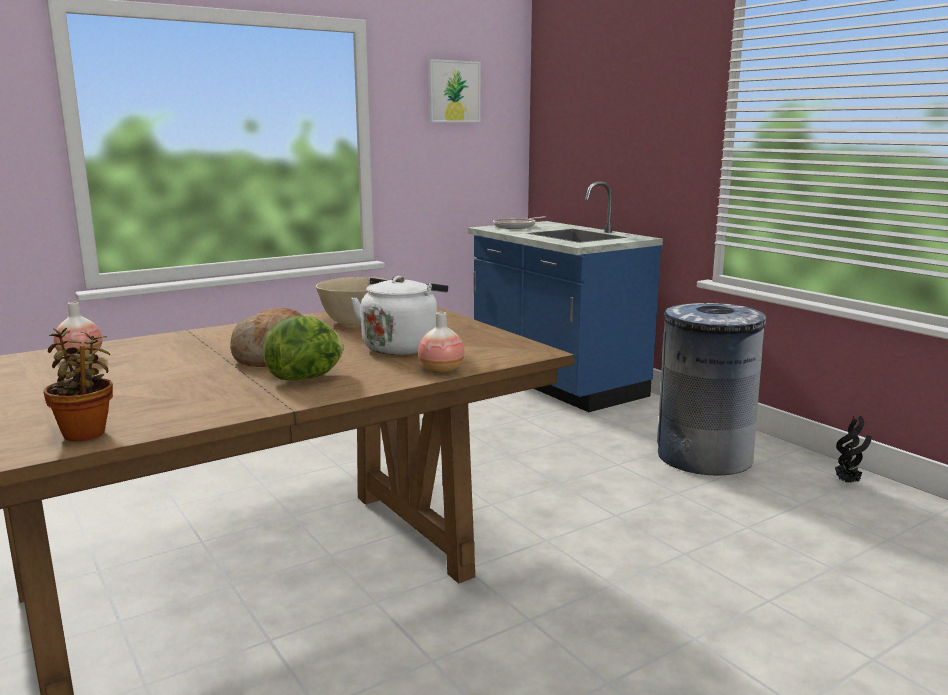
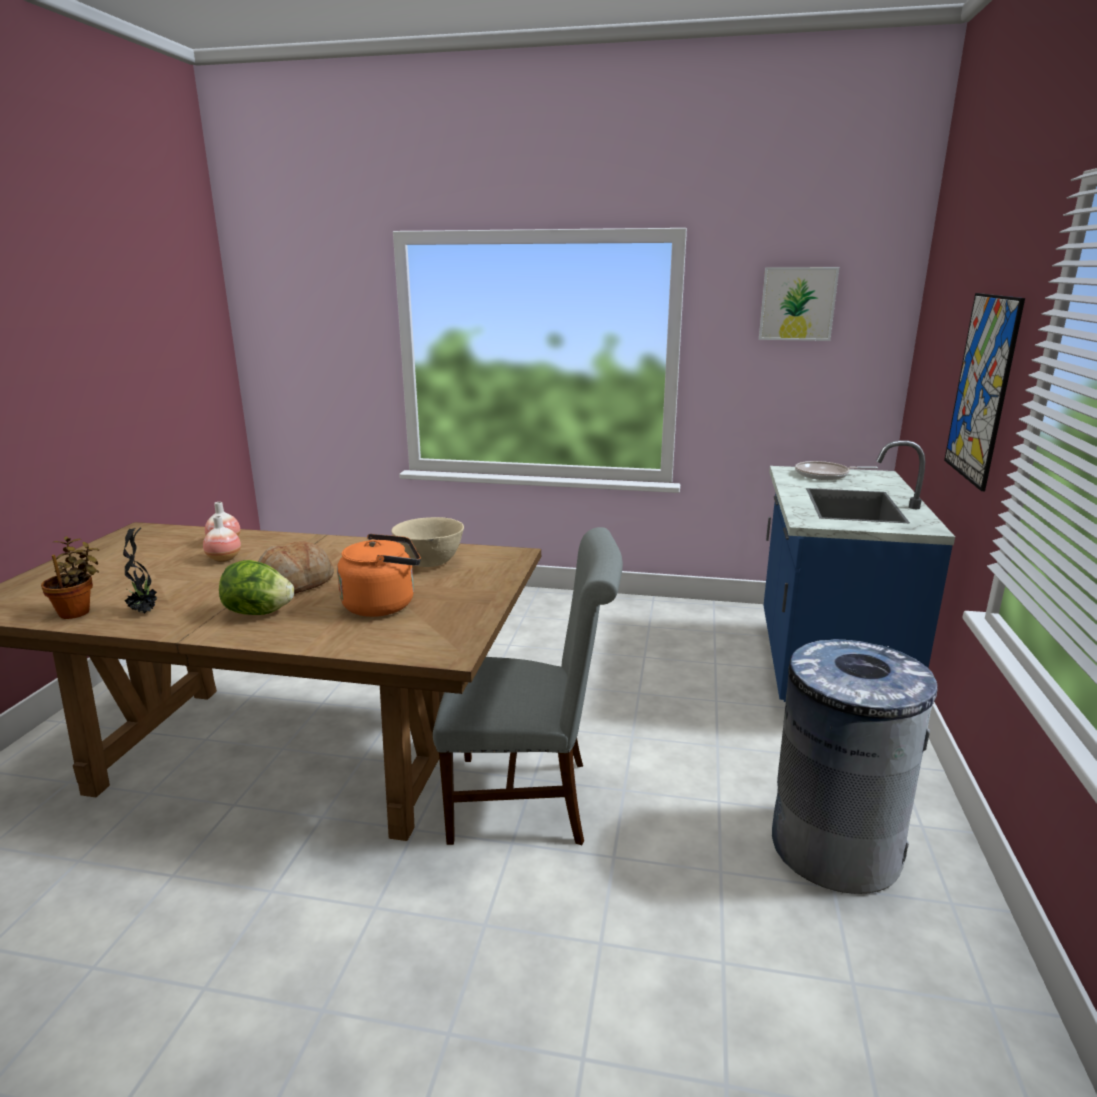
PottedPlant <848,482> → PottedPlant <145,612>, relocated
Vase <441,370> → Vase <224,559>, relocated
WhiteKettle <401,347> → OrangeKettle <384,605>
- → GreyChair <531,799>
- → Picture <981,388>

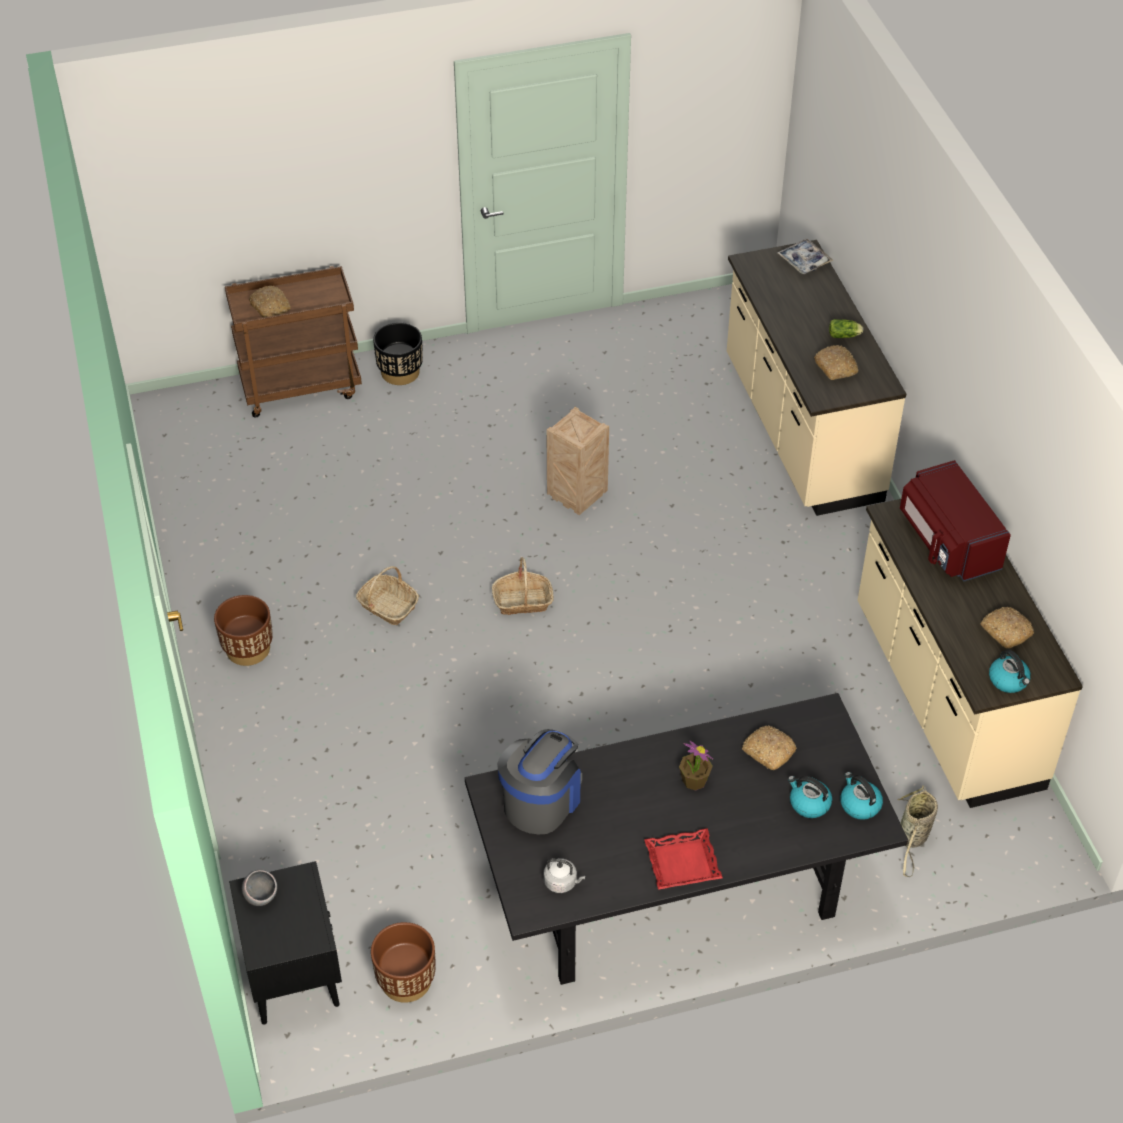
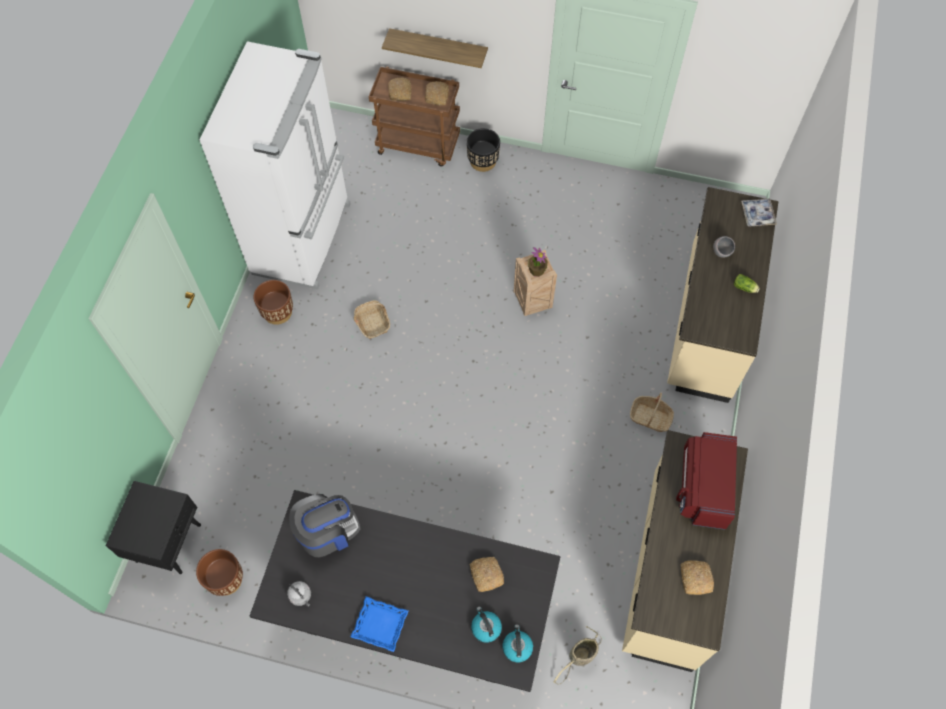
- → WhiteFridge <304,238>
RedTray <682,862> → BlueTray <380,624>
- → Shelf <438,47>
Bread <836,367> → Bread <437,96>, relocated
PottedPlant <694,780> → PottedPlant <536,270>, relocated
Basket <523,601> → Basket <650,417>, relocated
GreyBowl <261,896> → GreyBowl <721,252>, relocated
Kettle <1009,680> → -

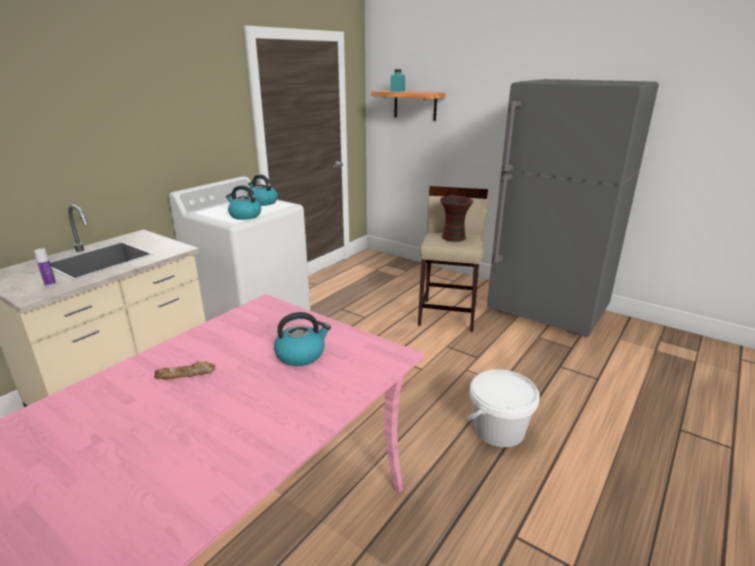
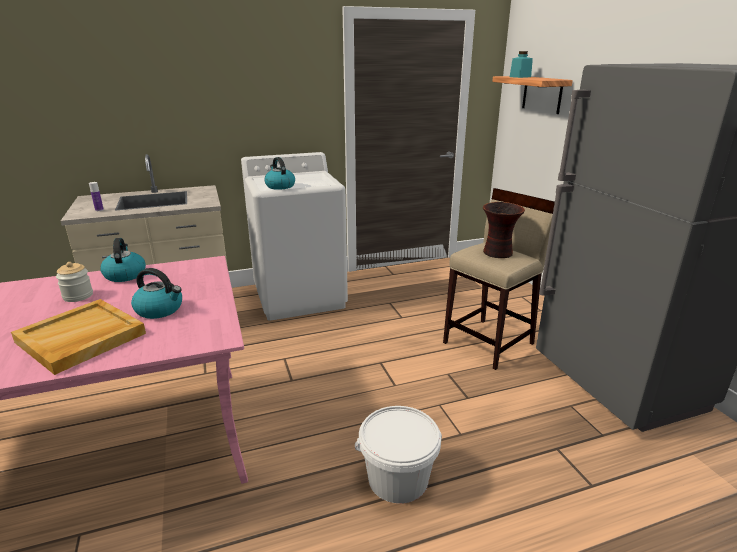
- → BeigeTray <80,338>
Bread <185,375> → Jar <78,296>
Kettle <262,202> → Kettle <125,275>, relocated

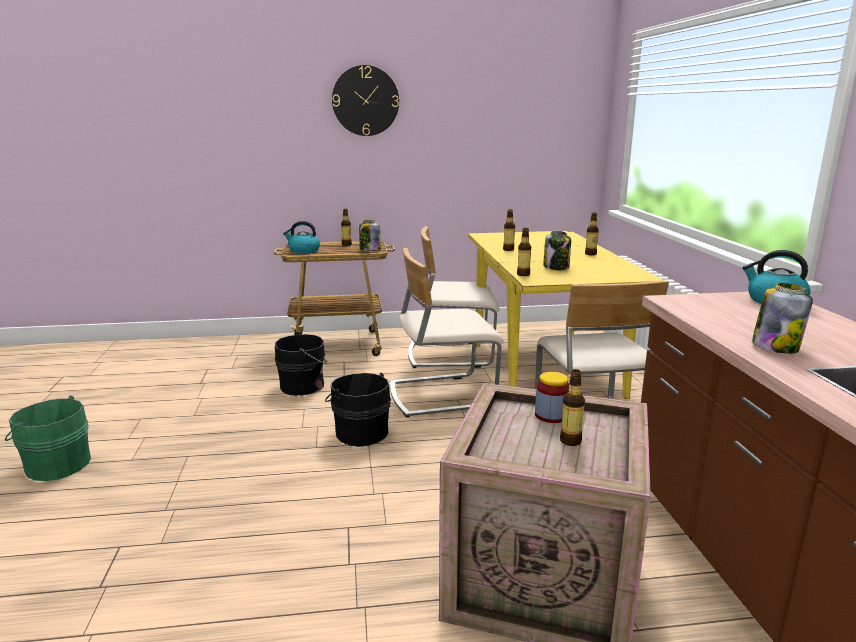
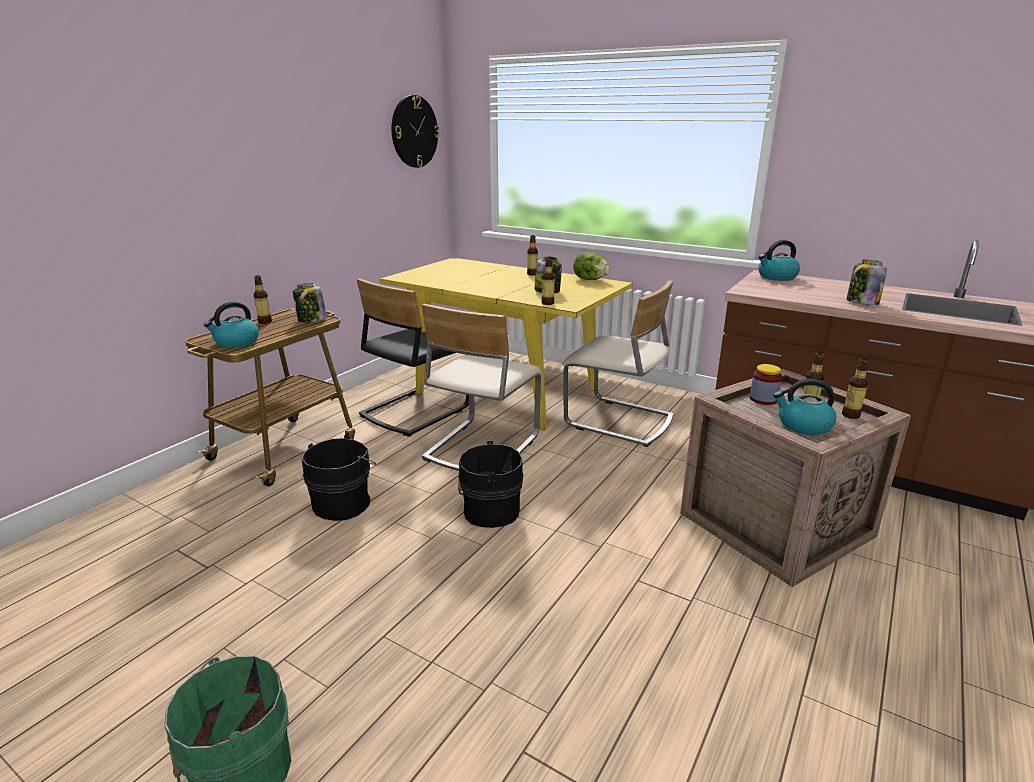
BeigeChair <450,354> → BlackChair <415,411>
WallClock <365,101> → WallClock <414,132>, relocated
- → Lettuce <590,279>
- → Kettle <803,425>
Bottle <508,249> → Bottle <850,415>, relocated

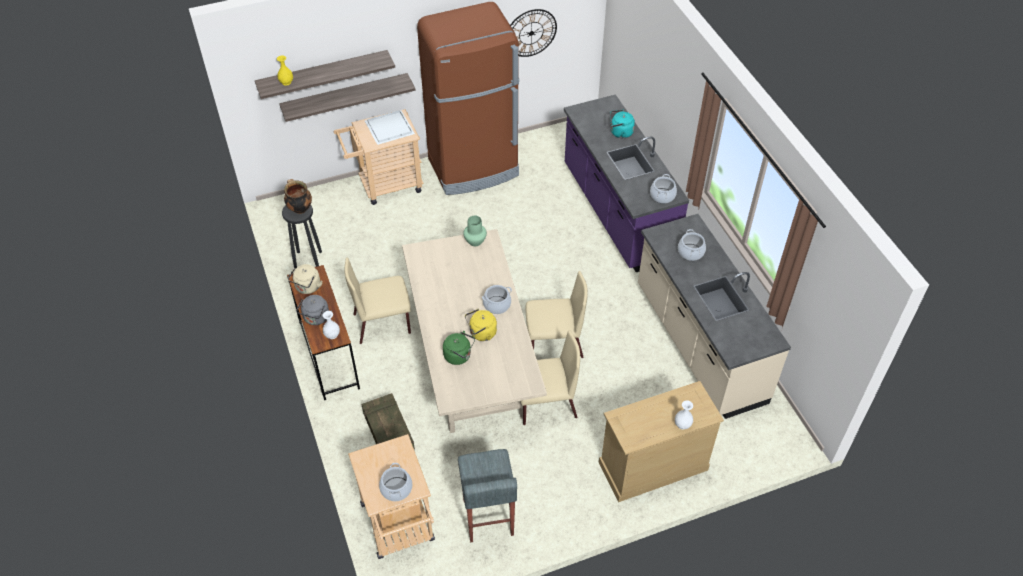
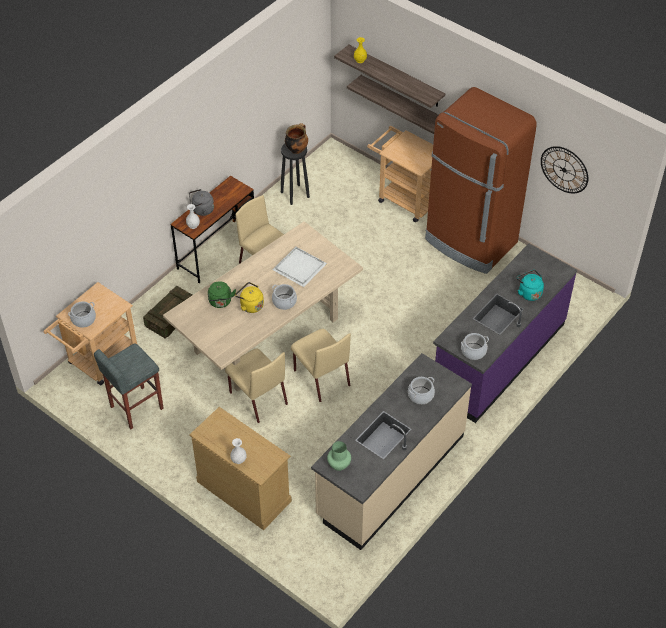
WhiteTray <388,128> → WhiteTray <299,267>, relocated
GreenVase <475,241> → GreenVase <338,465>, relocated
BeigeKettle <307,288> → -

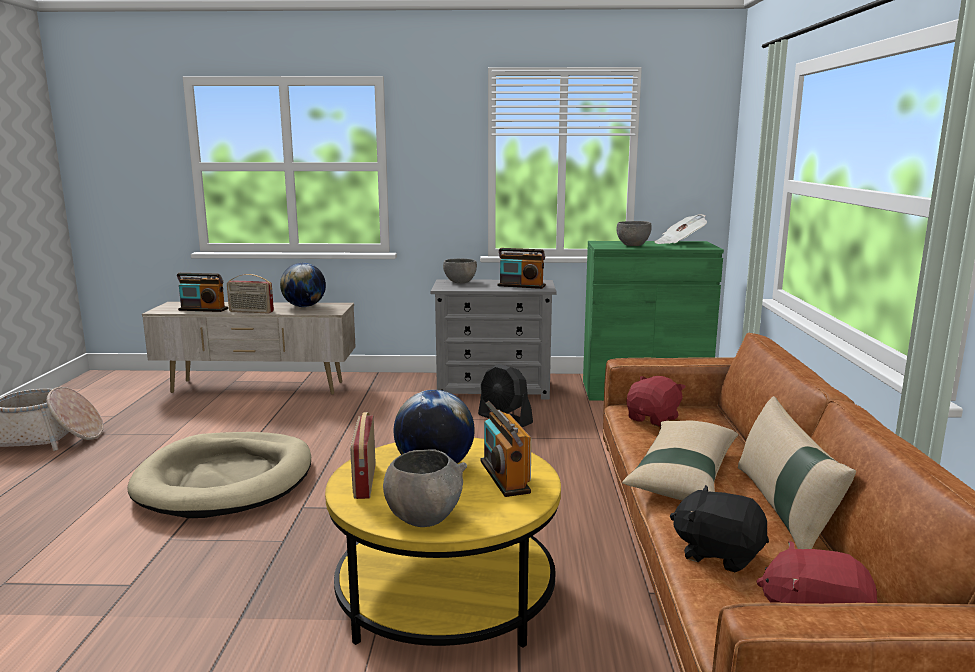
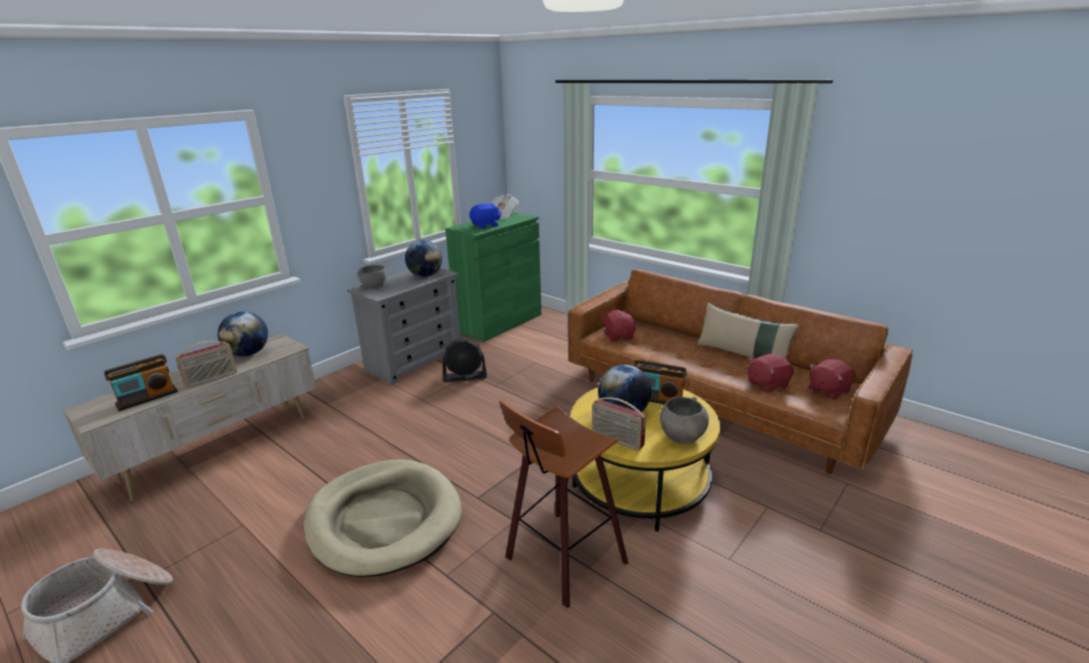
Radio <521,286> → Globe <425,275>
GreyBowl <633,245> → BluePlushToy <486,226>
- → Stool <561,560>
BlackPlushToy <718,553> → RedPlushToy <767,384>
BeigePillow <683,474> → -

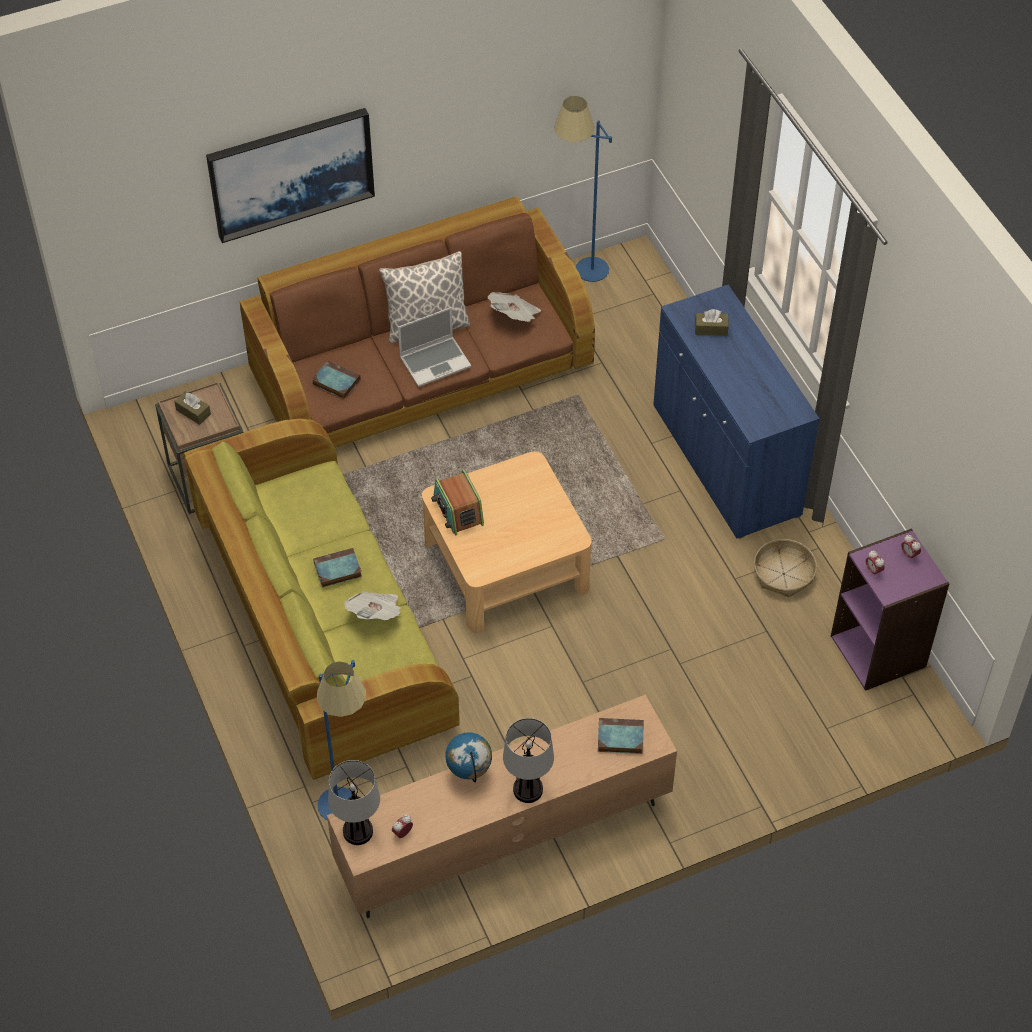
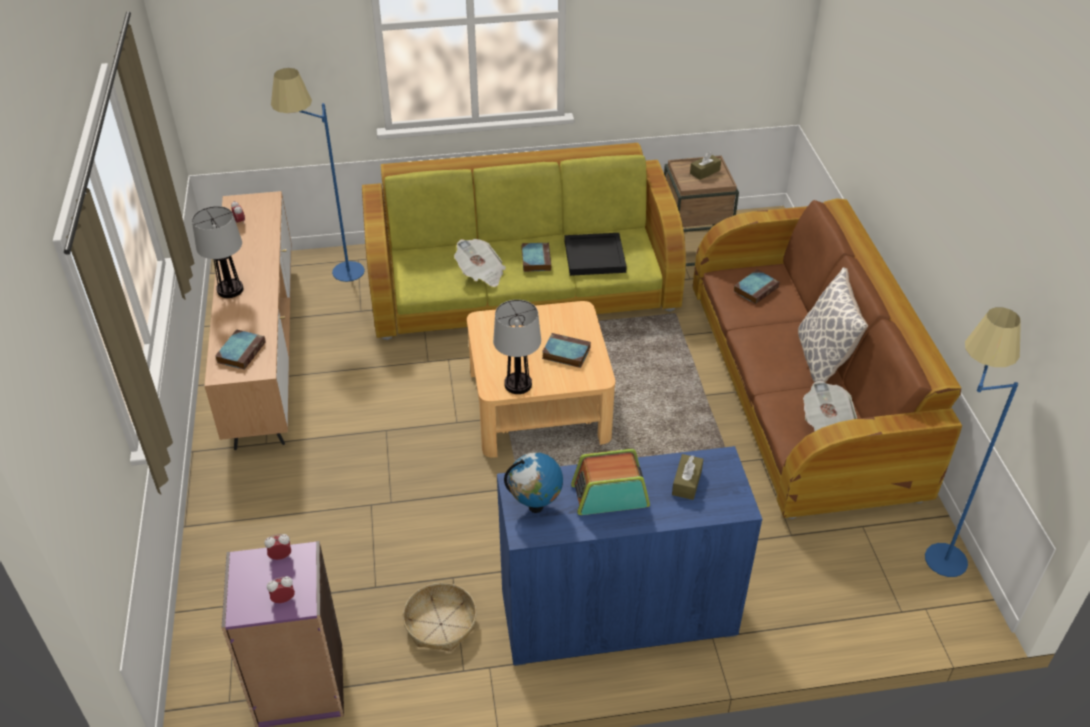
TableLamp <358,831> → TableLamp <518,385>, relocated
Globe <469,773> → Globe <535,506>, relocated
- → Book <565,353>
- → BlackTray <595,256>
Radio <458,511> → Radio <609,495>, relocated
Picture <291,172> → -
Laptop <435,361> → -

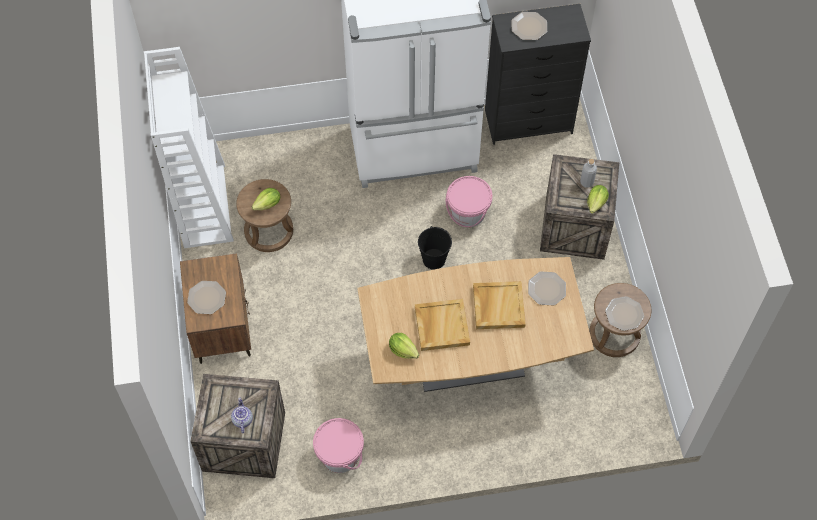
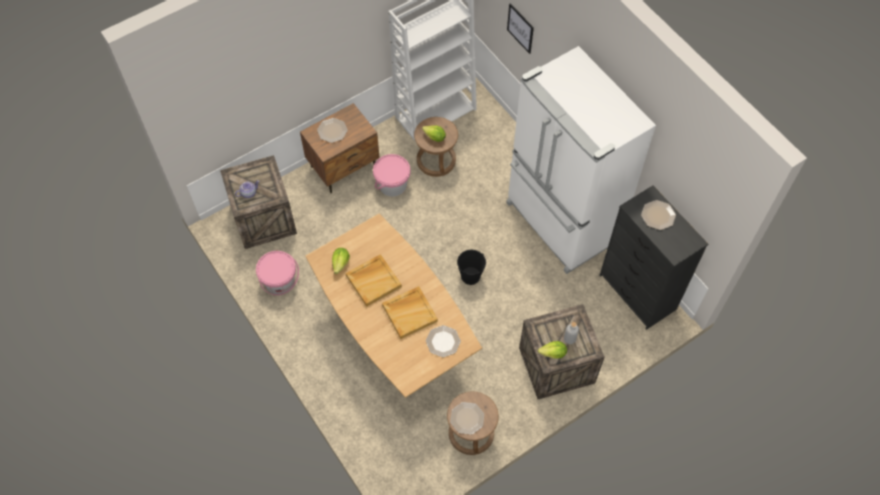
PinkBucket <468,212> → PinkBucket <392,184>, relocated
- → Picture <520,28>

